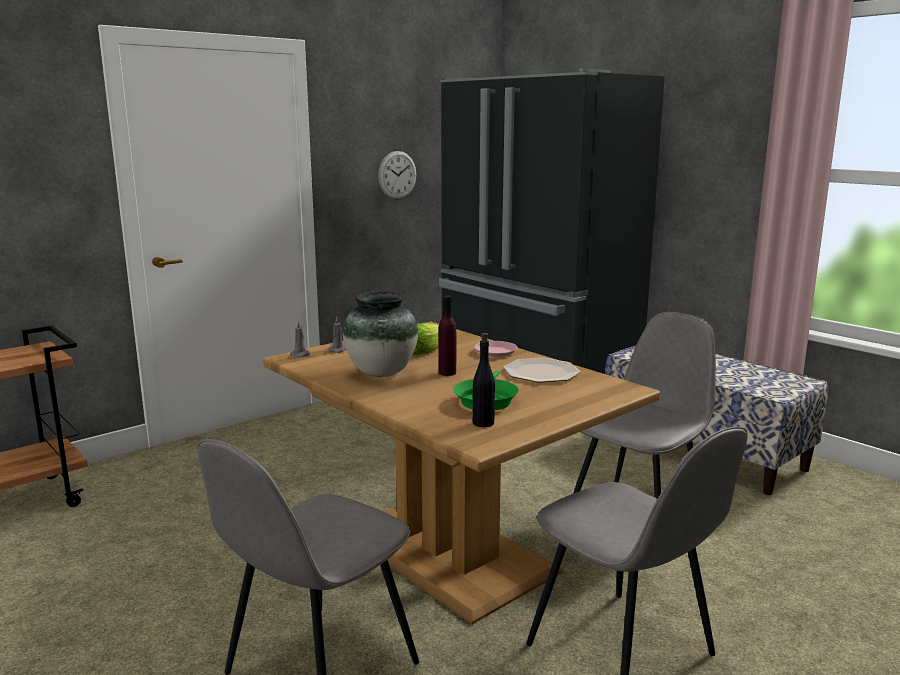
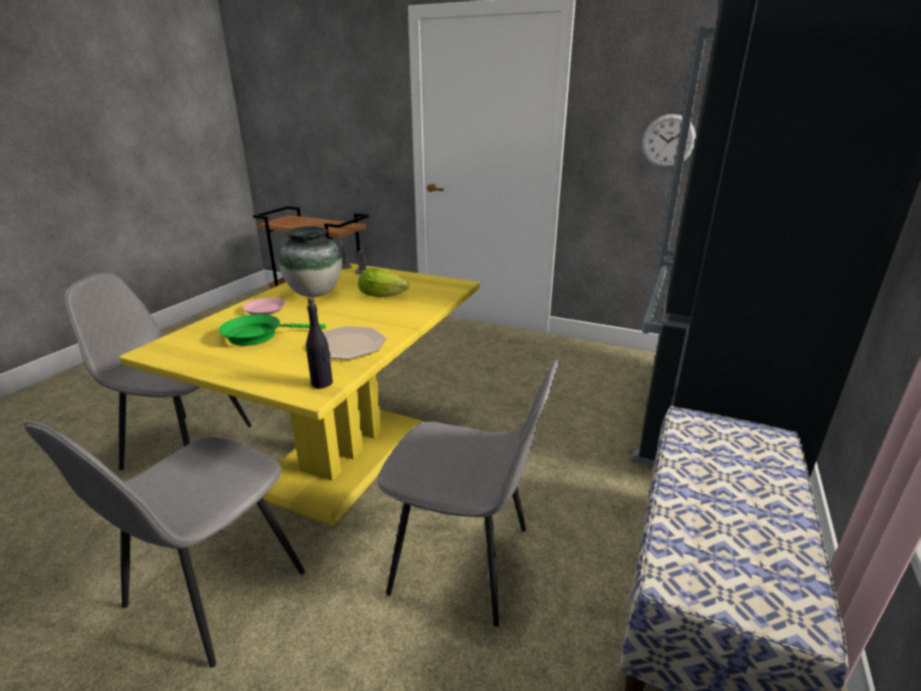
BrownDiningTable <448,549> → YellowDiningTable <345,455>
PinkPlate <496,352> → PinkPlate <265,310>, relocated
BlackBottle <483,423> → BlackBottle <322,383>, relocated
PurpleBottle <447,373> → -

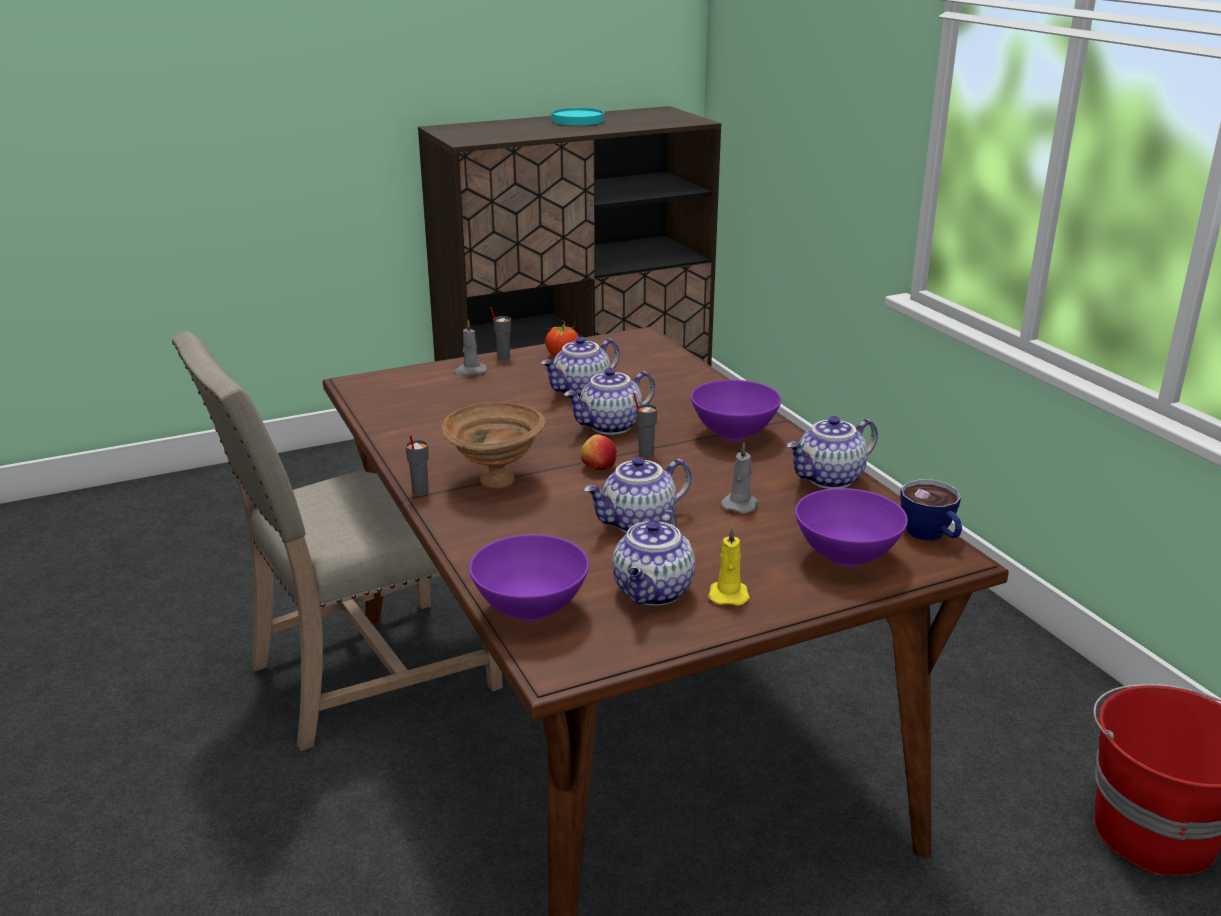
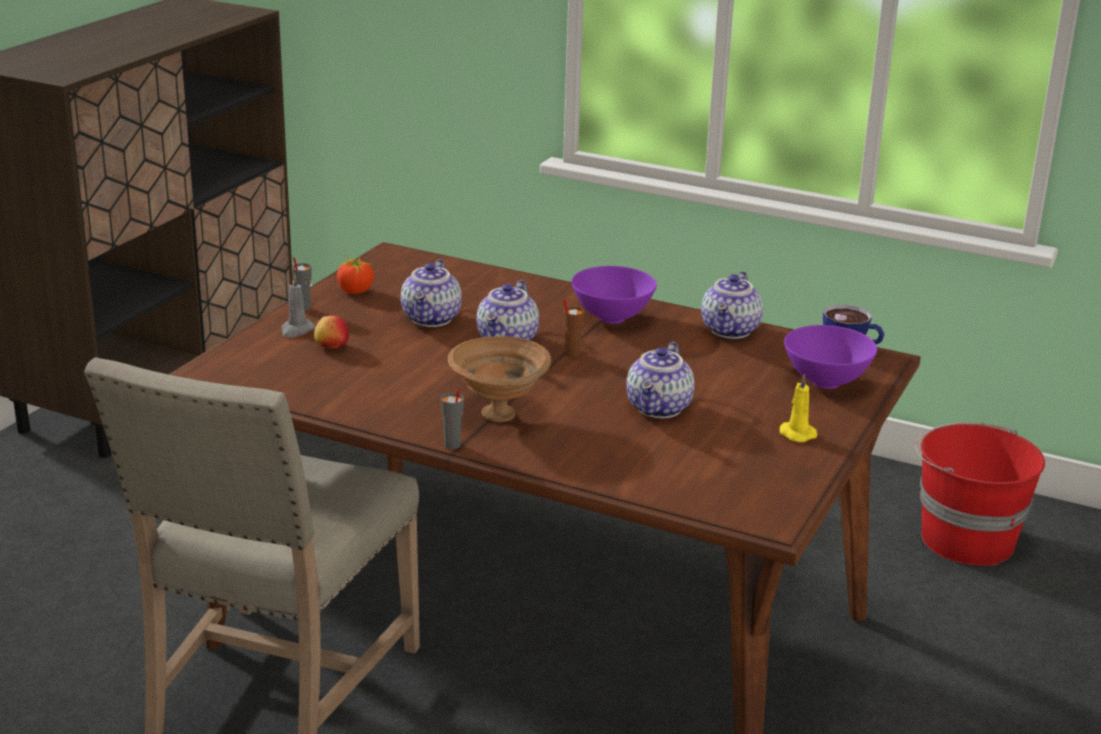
Apple <598,467> → Apple <331,346>, relocated
GreyCup <645,452> → BrownCup <571,353>
PurpleBowl <531,611> → -
TurquoisePlate <578,120> → -
Teapot <653,592> → -
GreyCandle <740,504> → -

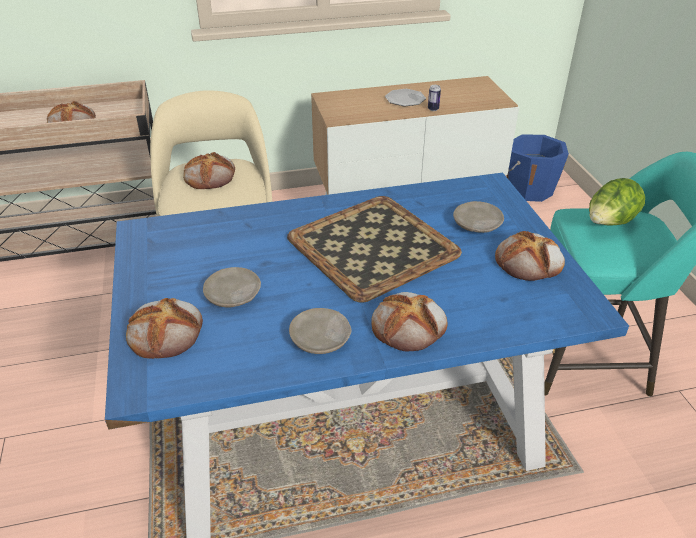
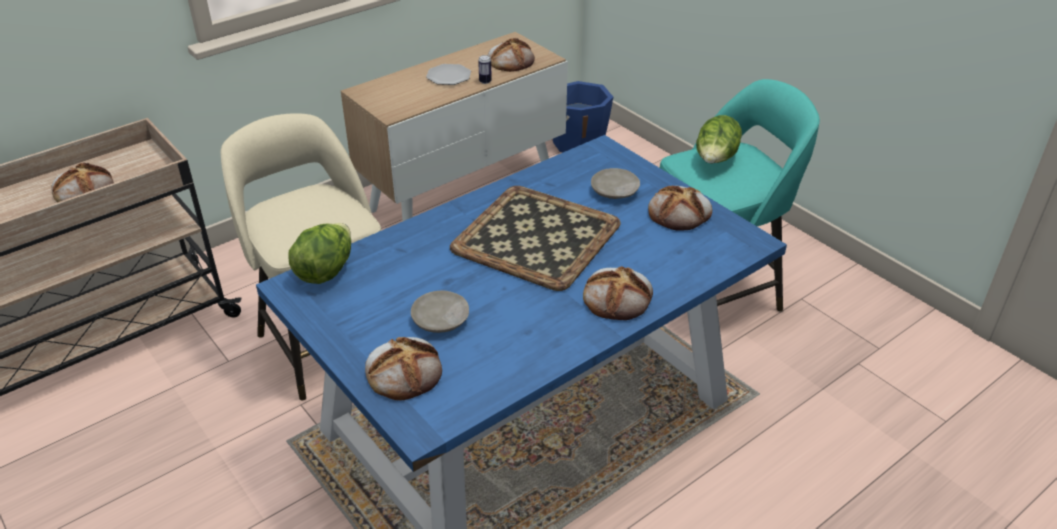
- → Lettuce <326,270>
Bread <210,176> → Bread <511,60>, relocated
BeigePlate <320,339> → -

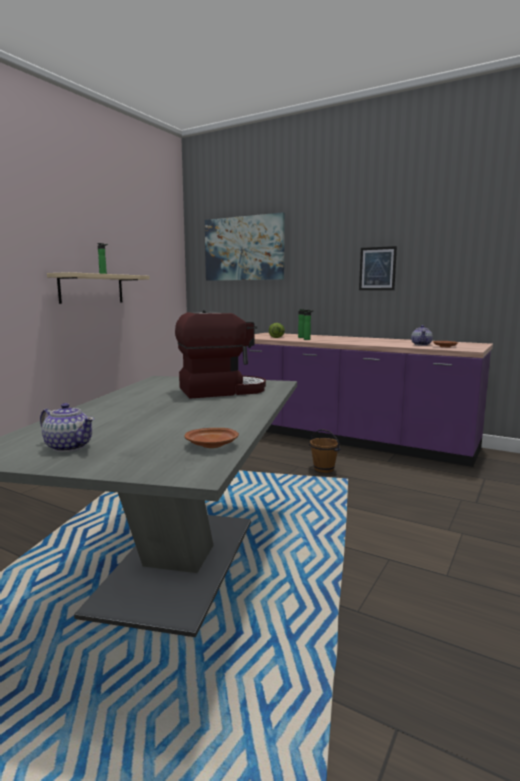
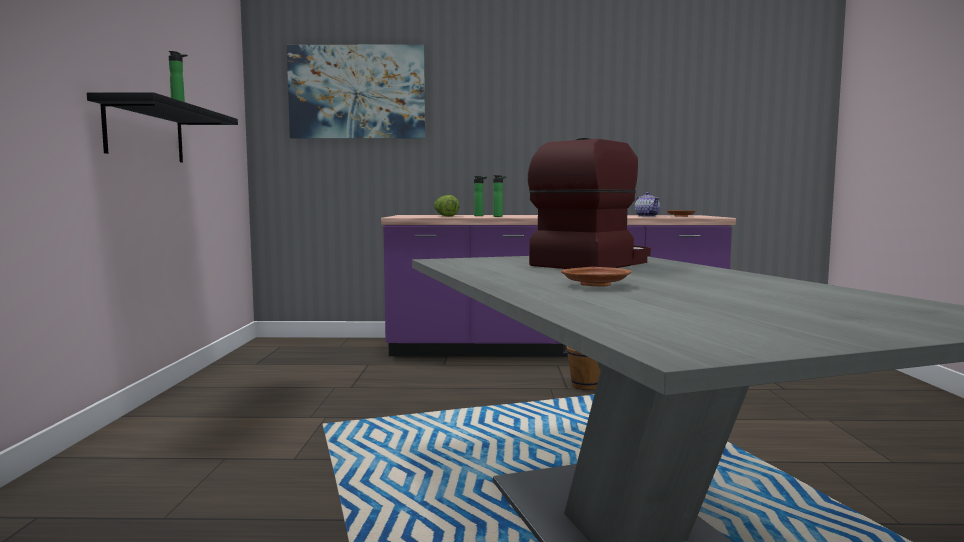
BeigeShelf <91,289> → BlackShelf <145,133>
BrownPlate <212,445> → BrownPlate <596,285>, relocated
Teapot <69,446> → -
Picture <377,268> → -

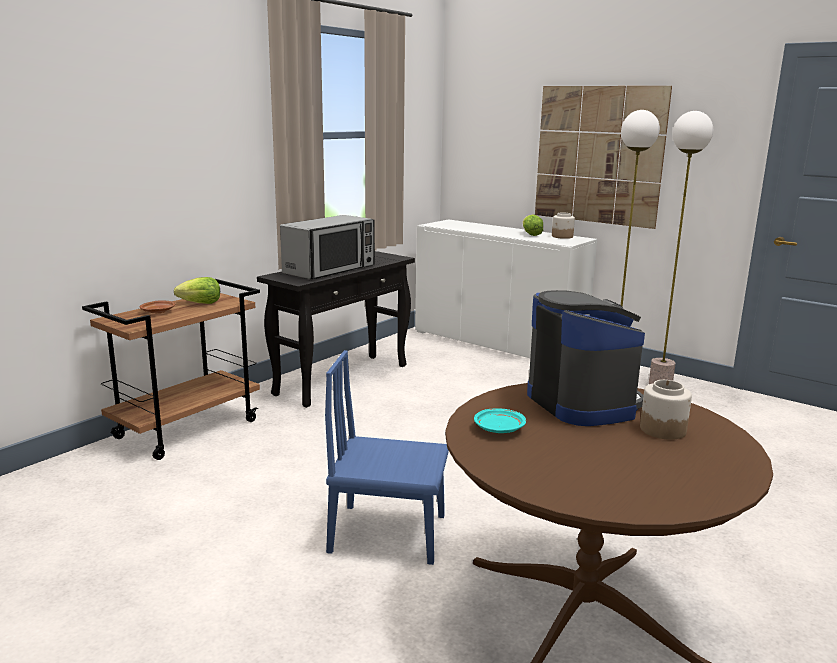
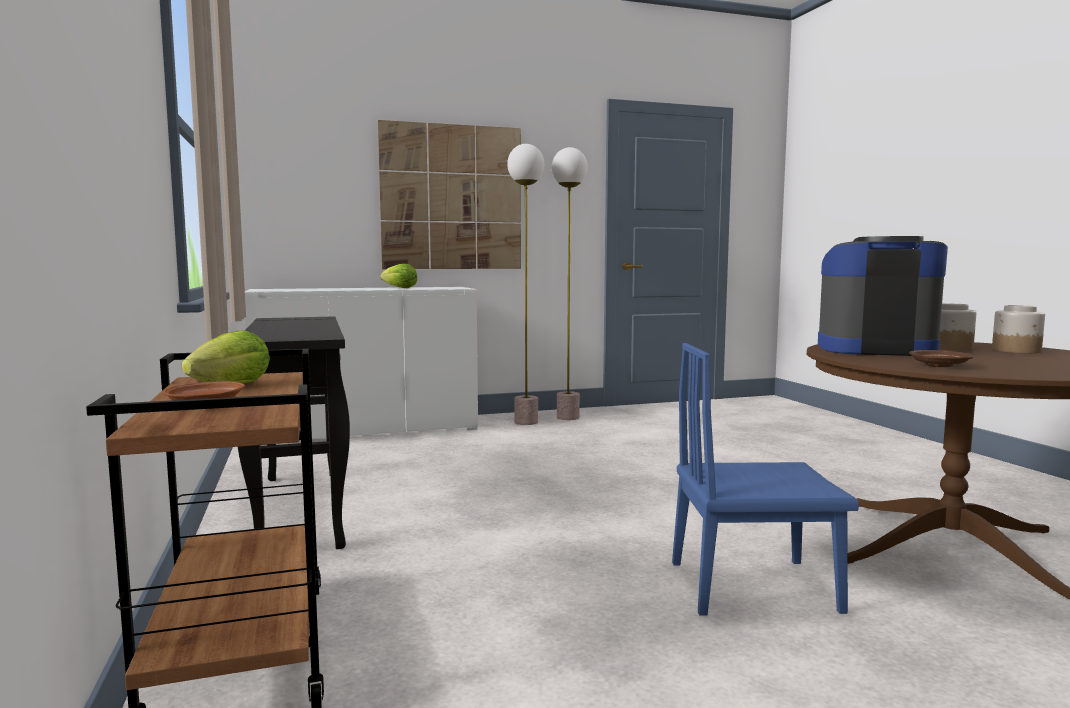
BlueChair <388,533> → BlueChair <753,586>, 45 degrees clockwise
TurquoisePlate <499,429> → BrownPlate <938,365>
Jar <562,236> → Jar <1017,351>, relocated
Microwave <330,270> → -

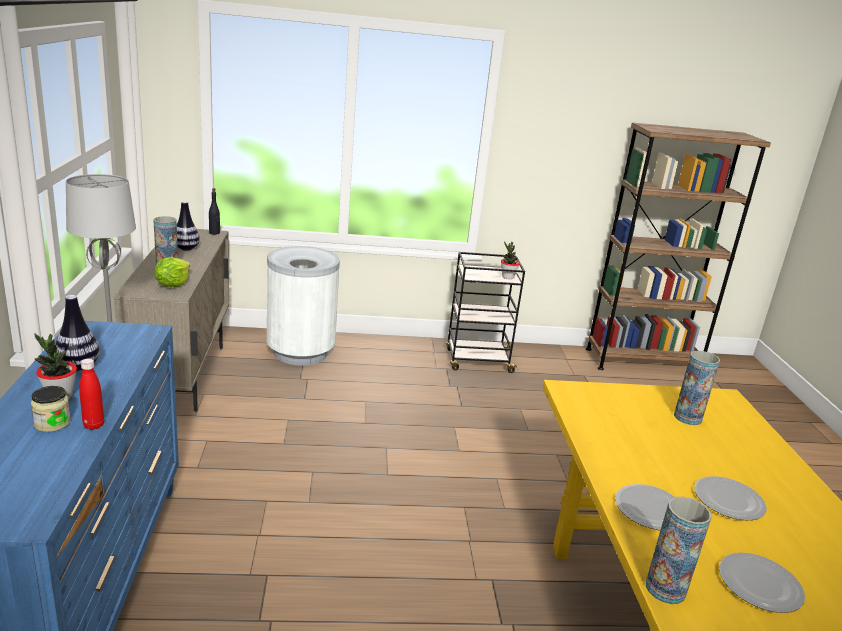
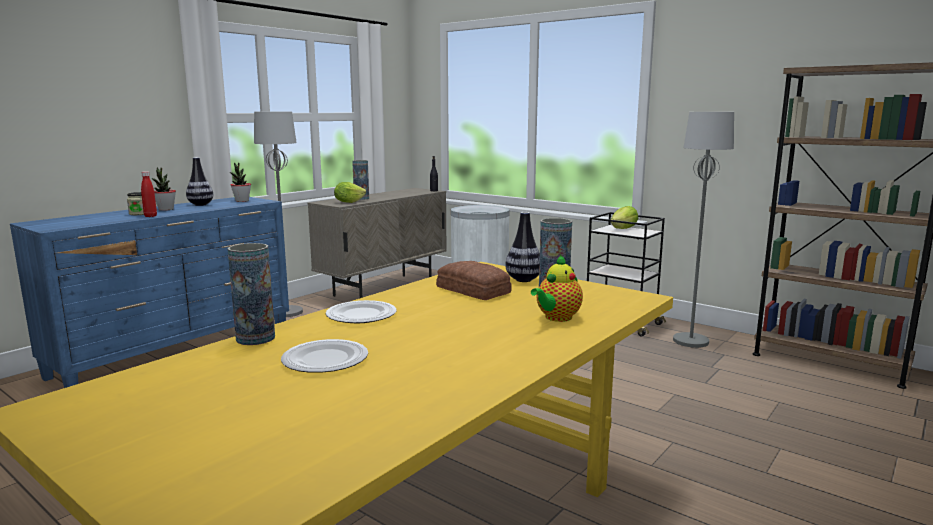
PottedPlant <508,277> → PottedPlant <242,201>, relocated
- → Bread <472,290>
Vase <186,248> → Vase <523,280>, relocated
- → Teapot <556,318>
- → Lettuce <624,229>
- → GreyFloorLamp <691,341>
Plate <729,501> → -

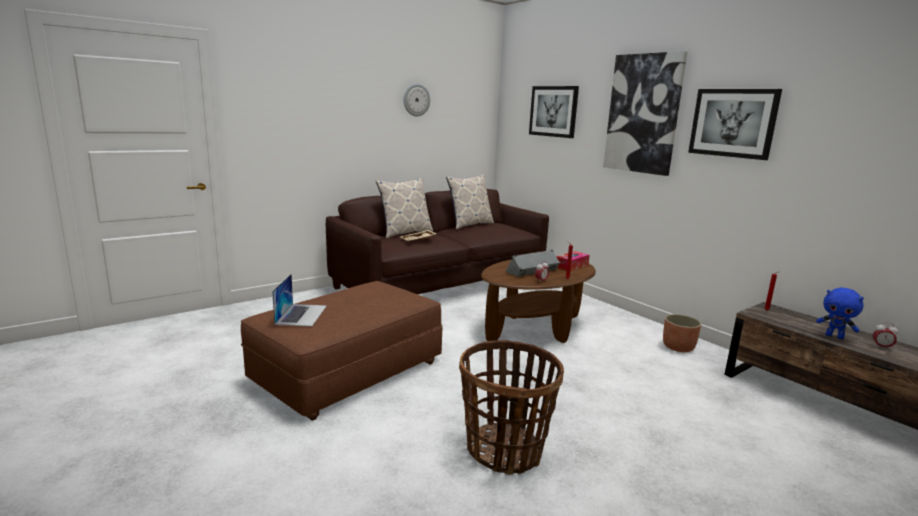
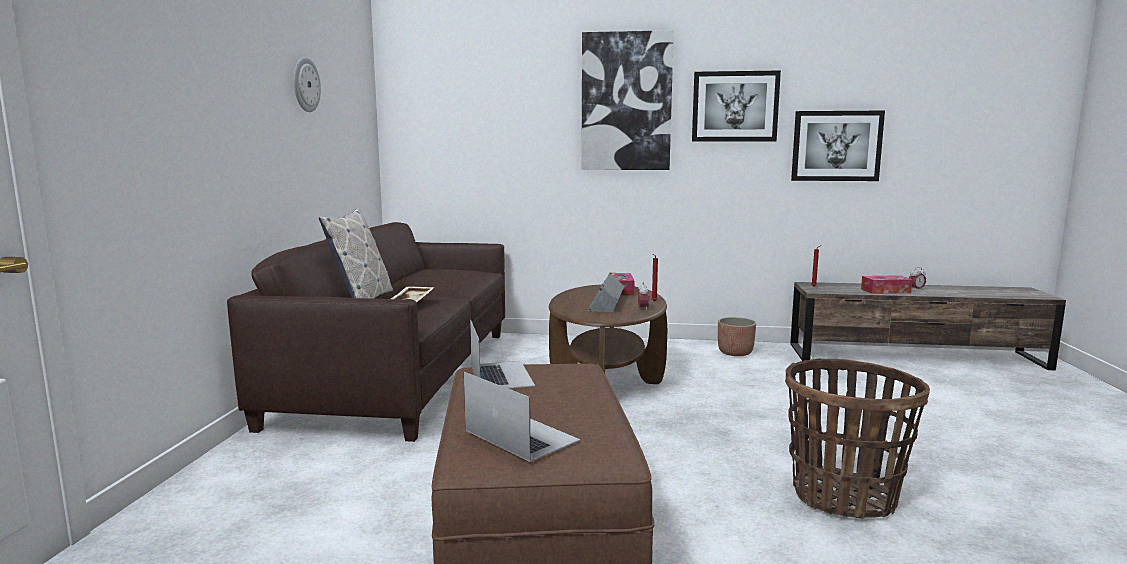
- → Laptop <501,375>
Picture <553,111> → Picture <836,146>, relocated
BluePlushToy <834,336> → TissueBox <885,291>
Pillow <469,224> → -

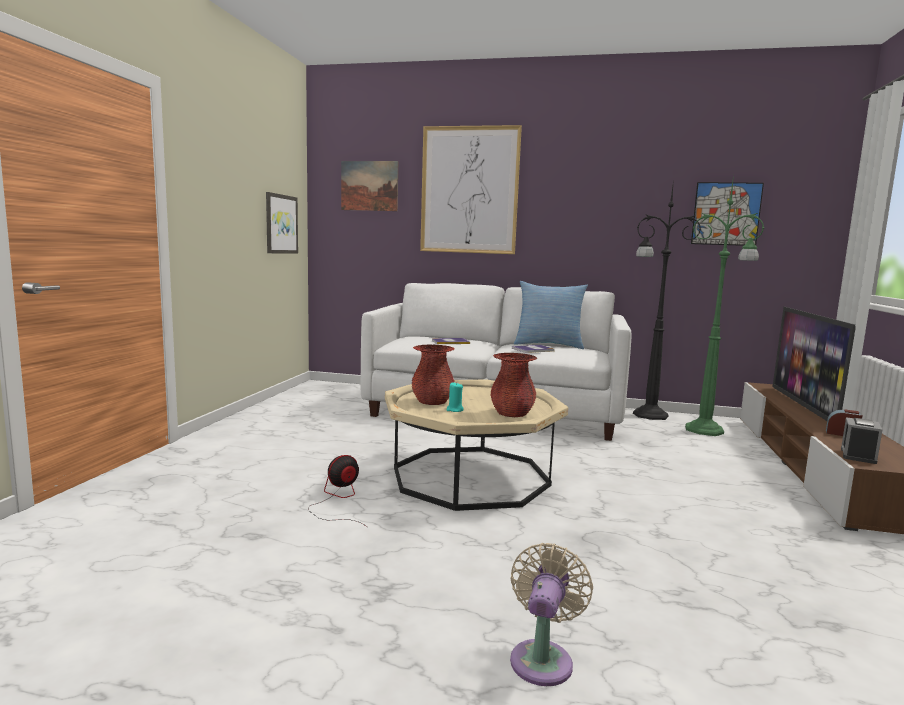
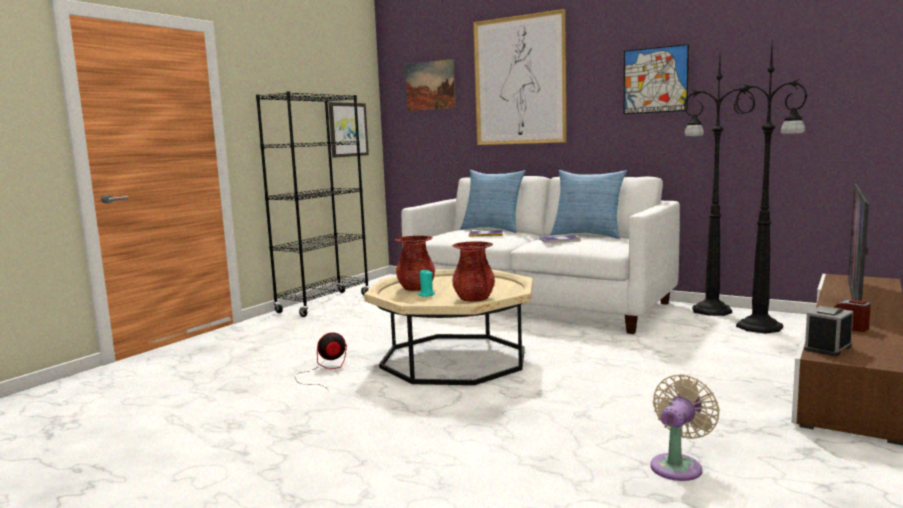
- → BlackBookcase <324,304>
- → Pillow <493,229>
Picture <726,214> → Picture <655,80>, relocated
BeigeFan <543,658> → BeigeFan <678,465>, relocated
GreenFloorLamp <706,430> → BlackFloorLamp <761,327>

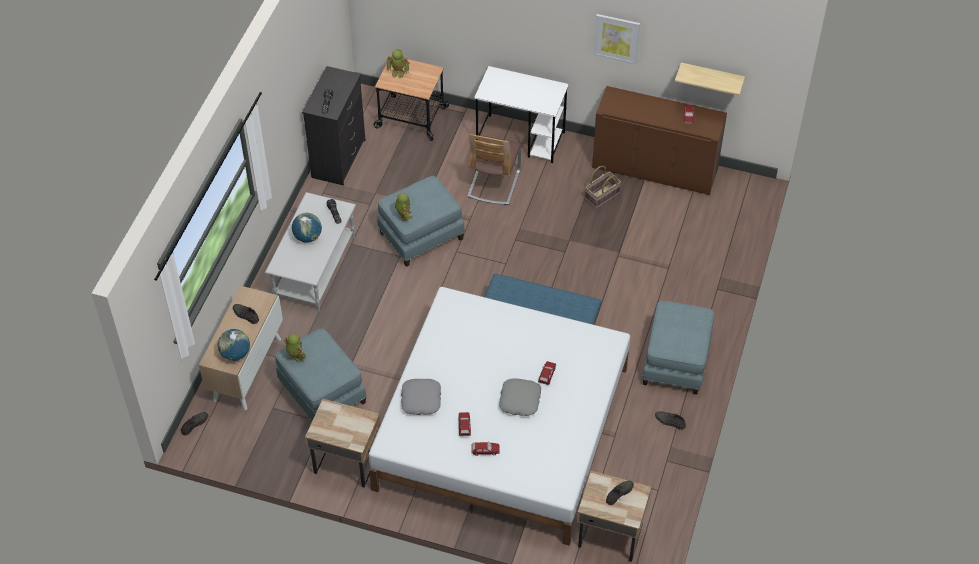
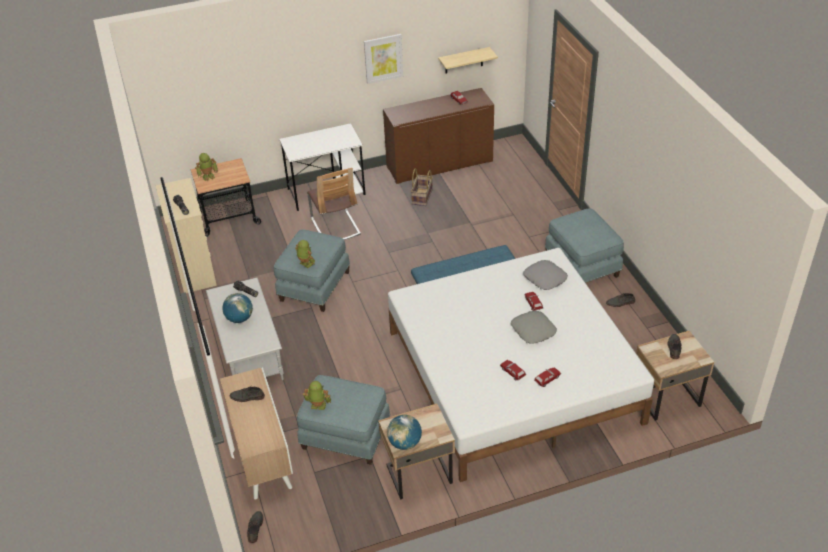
BlackDresser <339,158> → BeigeDresser <195,270>
Globe <235,354> → Globe <405,443>, relocated
GreyPillow <420,399> → GreyPillow <544,278>, relocated

